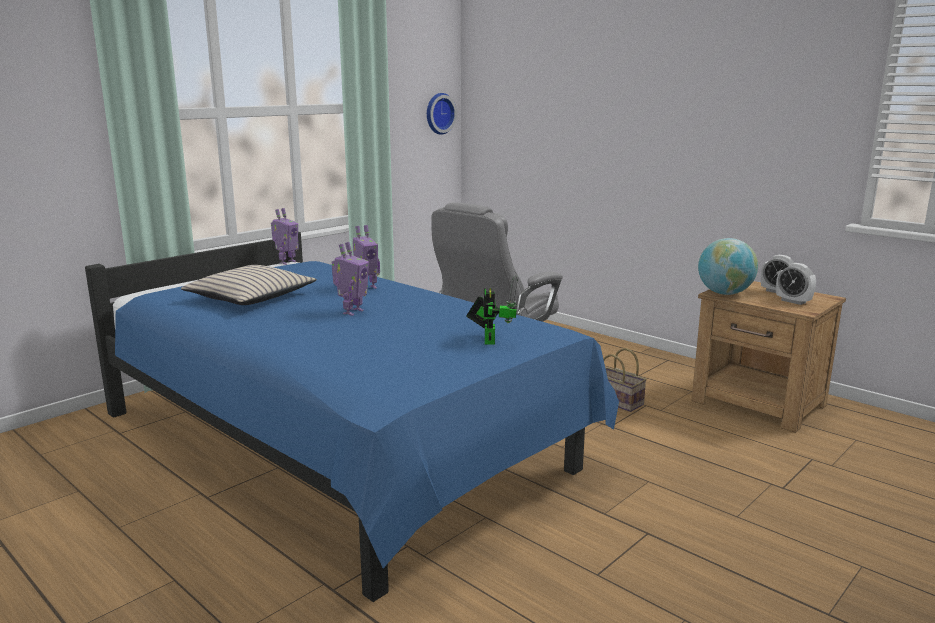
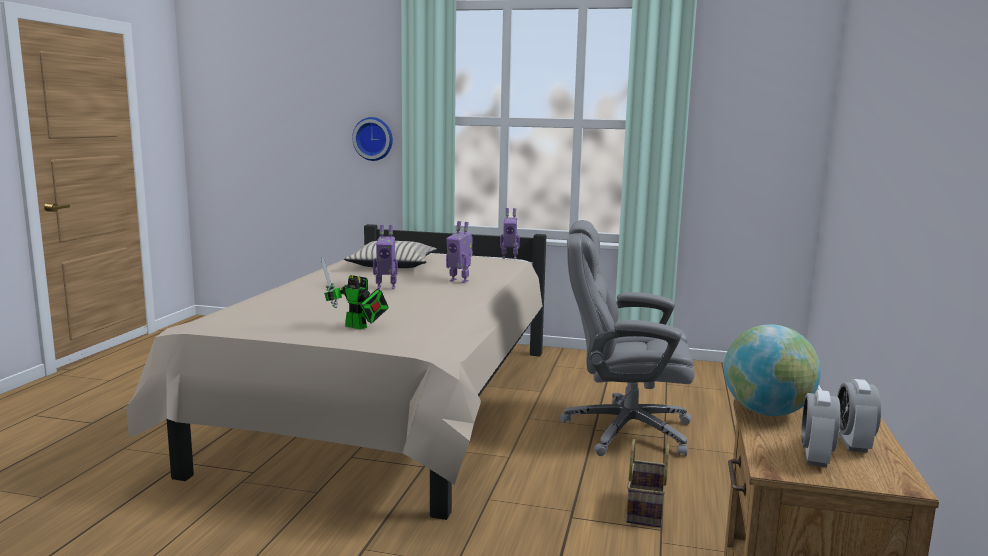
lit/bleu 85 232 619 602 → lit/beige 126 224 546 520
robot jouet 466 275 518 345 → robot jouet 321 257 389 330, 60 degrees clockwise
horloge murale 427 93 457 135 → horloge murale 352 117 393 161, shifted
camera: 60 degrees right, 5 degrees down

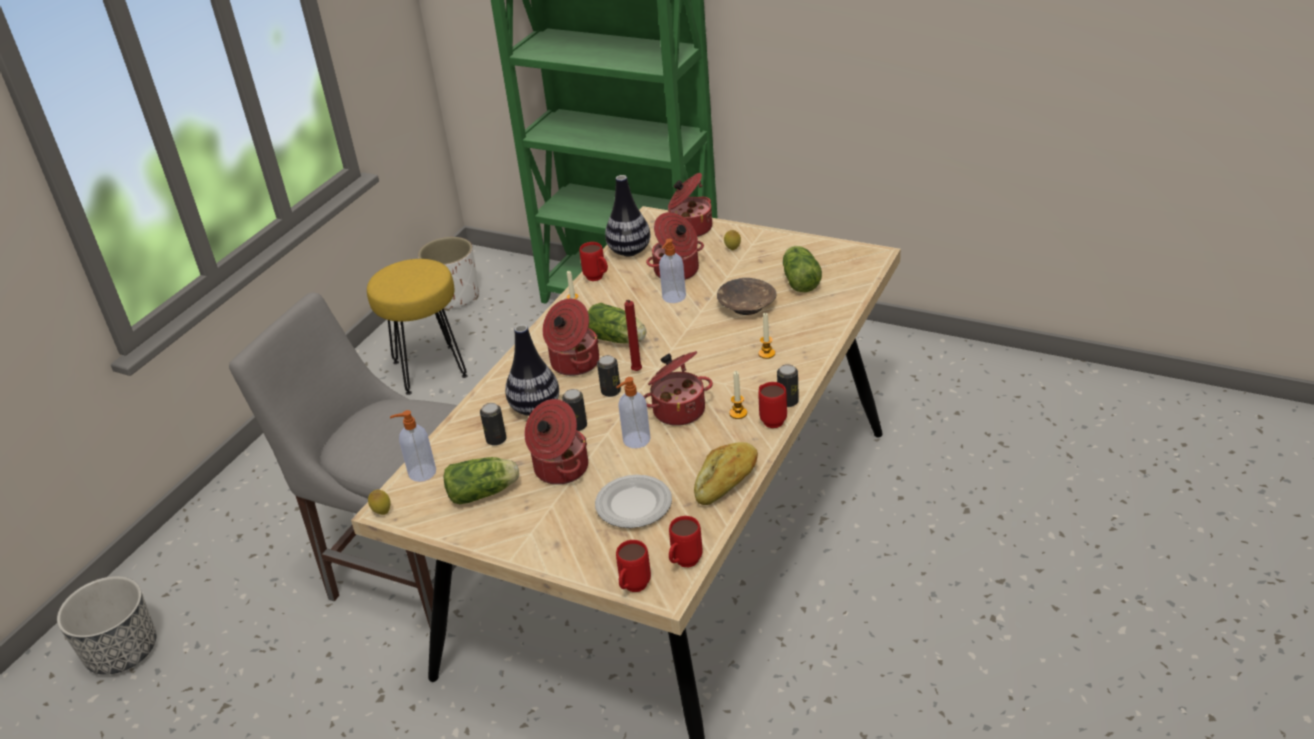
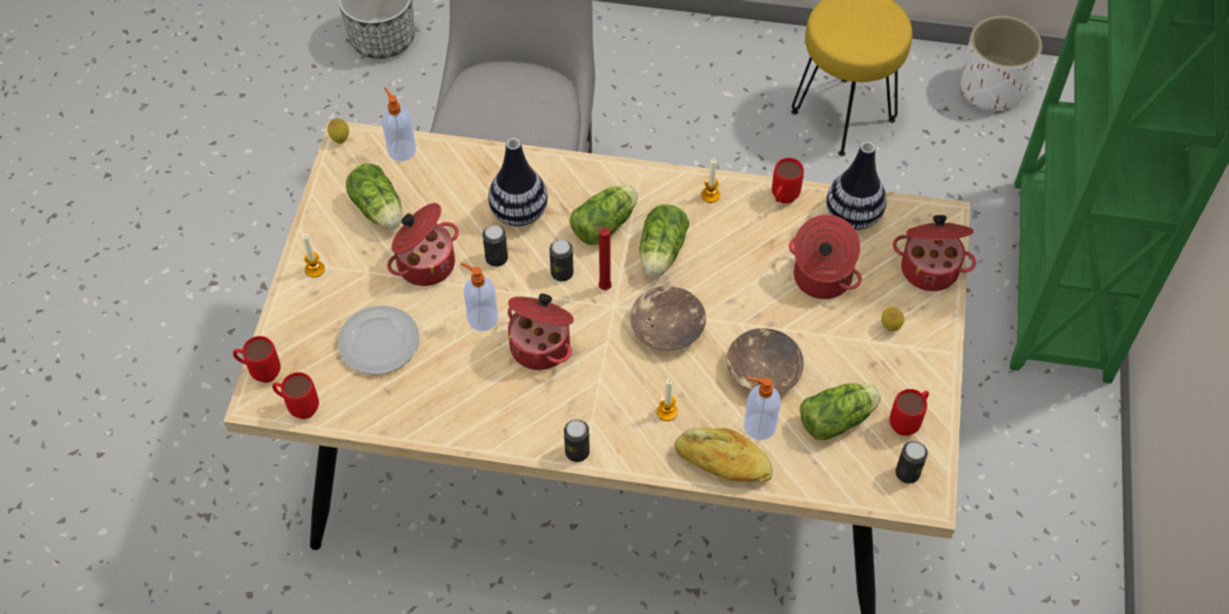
bougie 729 371 747 419 → bougie 303 234 325 278, shifted
marmite 543 299 599 376 → laitue 569 185 638 245
- → bol/marron 630 286 706 351
pain 694 442 758 505 → pain 674 428 773 482, shifted
distributeur de savon 659 239 686 303 → distributeur de savon 744 377 781 440, shifted
mug/rouge 758 382 787 428 → mug/rouge 889 389 929 436, shifted
boîte métallique 480 403 507 446 → boîte métallique 895 441 928 484, shifted
camera: 70 degrees right, 20 degrees up

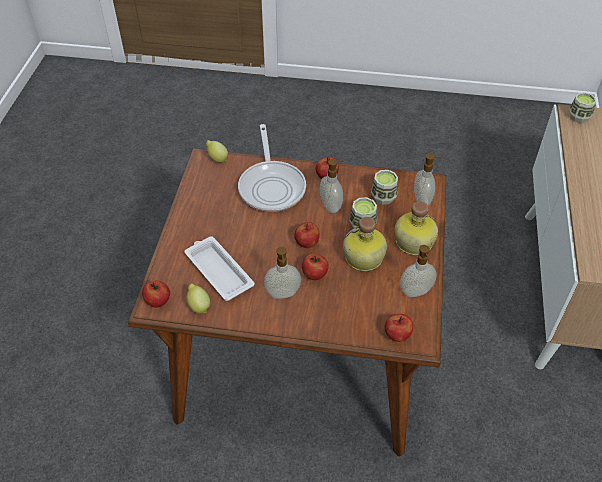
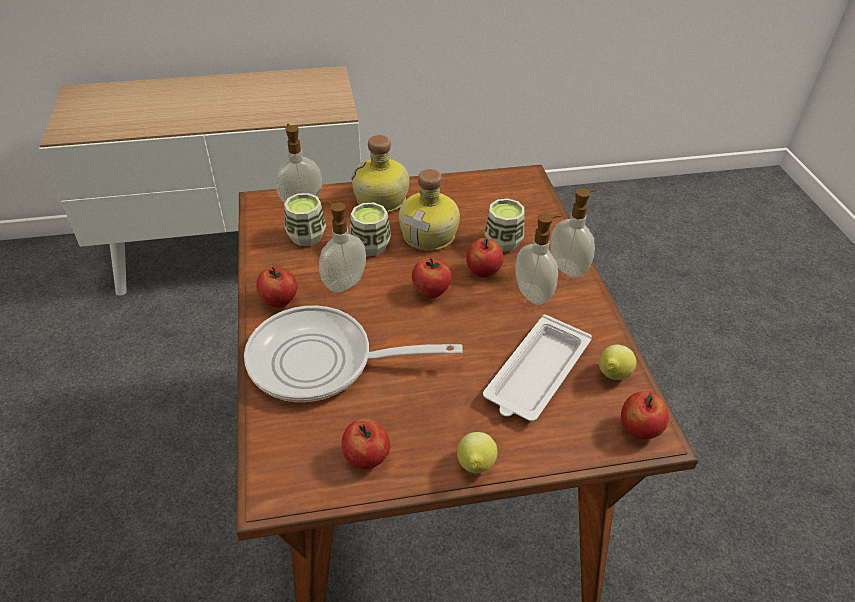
poêle 238 124 306 212 → poêle 244 306 463 402, 150 degrees counterclockwise
pomme 385 314 413 342 → pomme 342 419 391 469, shifted
citron 206 140 228 163 → citron 457 432 497 474, shifted
tasse 569 92 596 123 → tasse 484 198 525 252, shifted
distributeur de savon 400 245 437 297 → distributeur de savon 550 188 597 278, shifted
camera: 110 degrees left, 5 degrees down

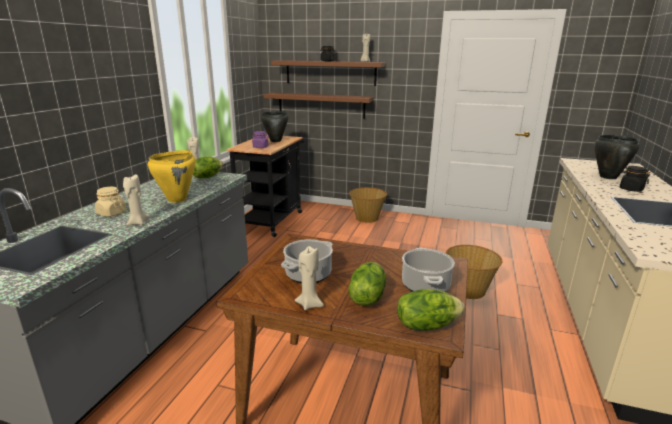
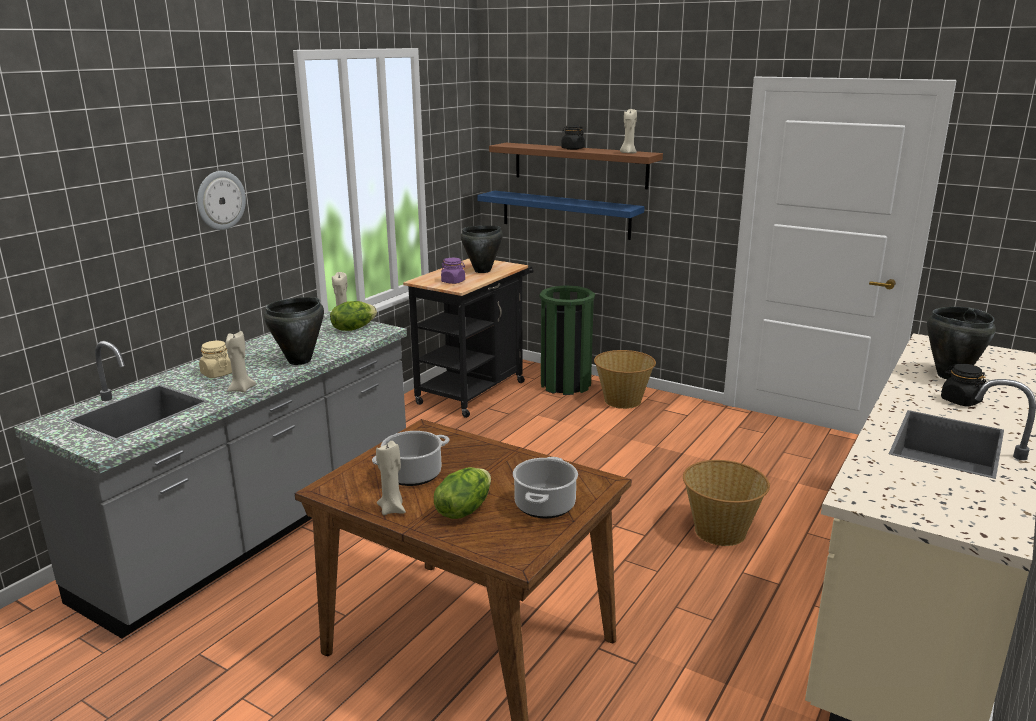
- → horloge murale 197 171 246 230
marmite/jaune 147 150 196 203 → marmite/noir 264 297 324 365
étagère/marron 264 92 374 119 → étagère/bleu 477 191 645 240
- → poubelle/vert 539 285 595 395
laitue 397 289 465 331 → -
camera: 15 degrees right, 0 degrees up

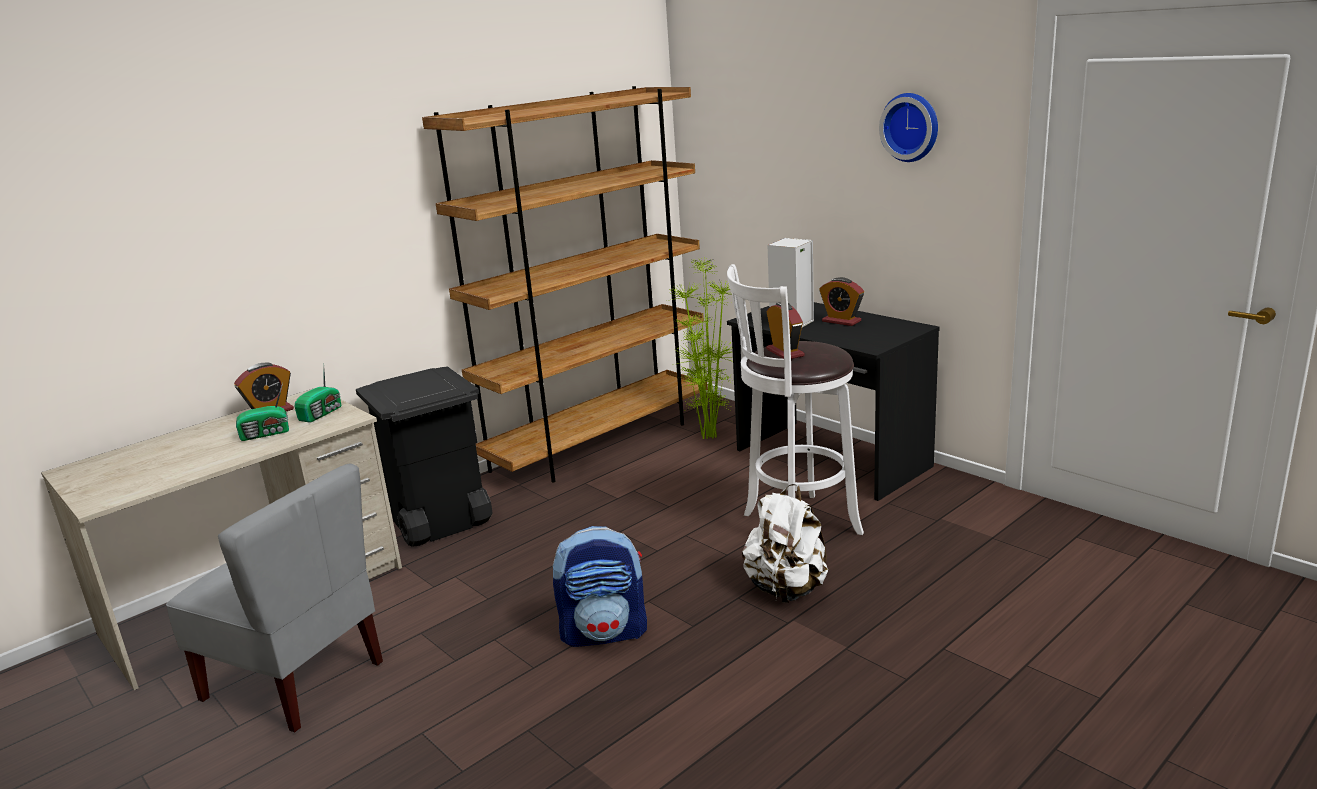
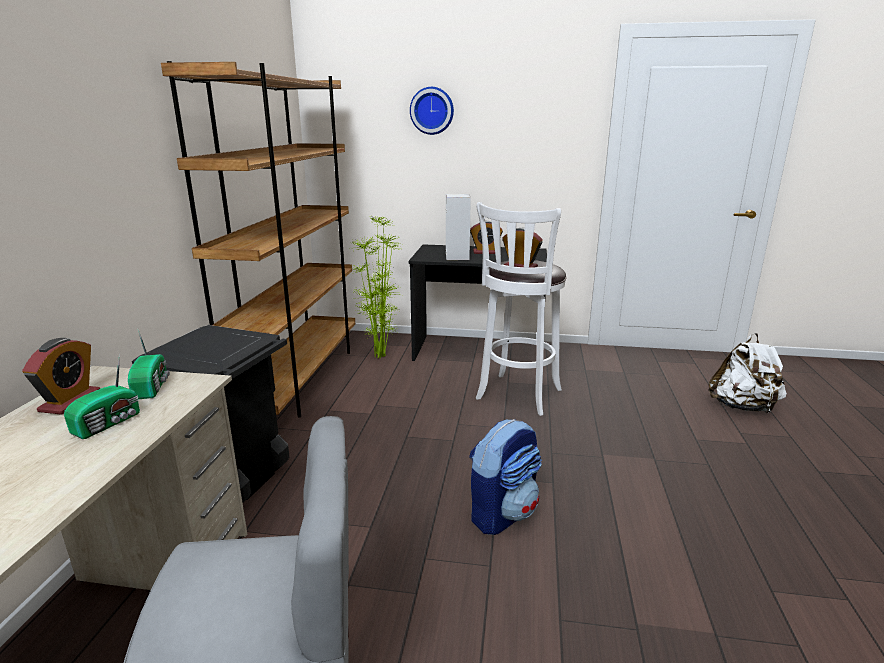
horloge murale 879 93 938 162 → horloge murale 410 87 454 135, shifted
sac à dos/blanc 742 484 828 603 → sac à dos/blanc 709 333 787 413, shifted
camera: 40 degrees left, 0 degrees up

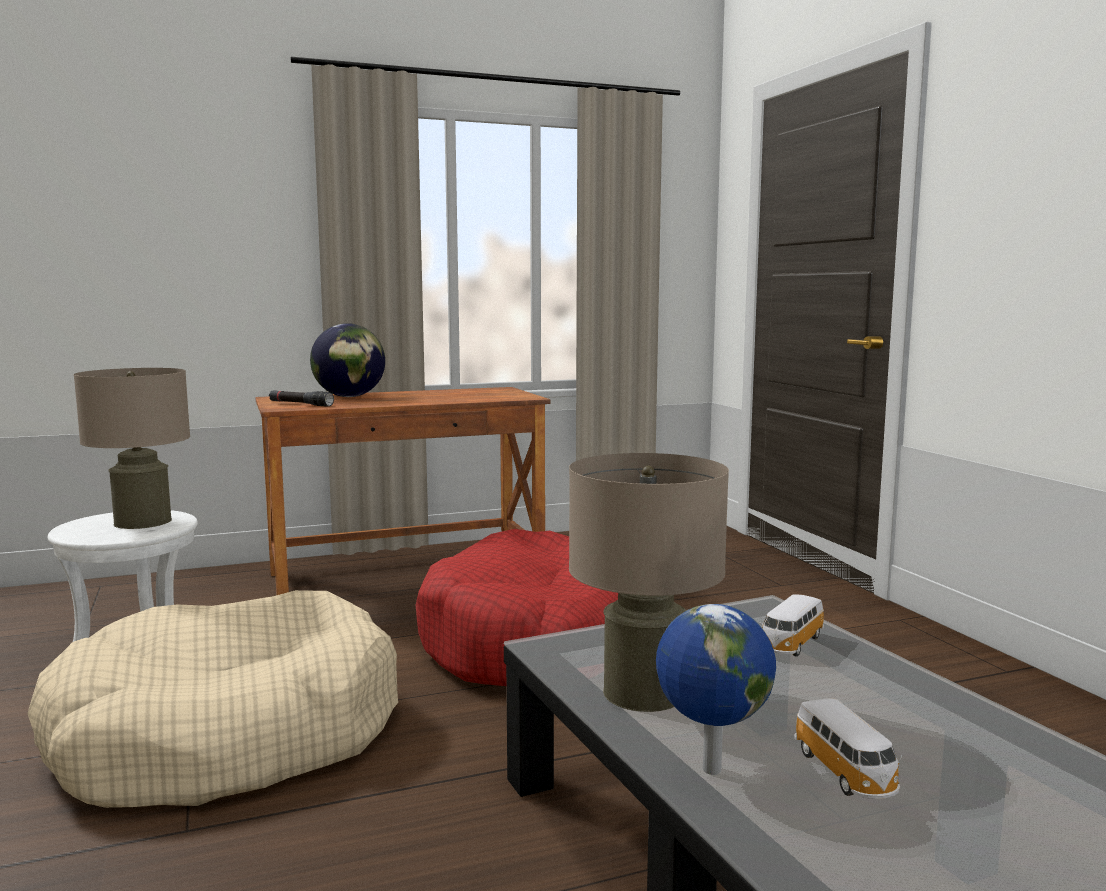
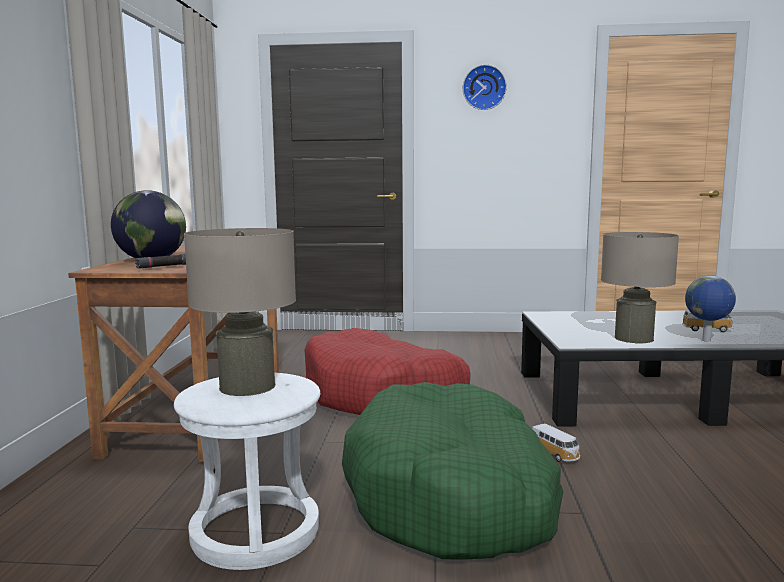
panier pour chien/beige 27 590 398 808 → panier pour chien/vert 342 382 563 559
- → horloge murale 463 65 507 110
petite voiture 760 594 824 657 → petite voiture 532 424 580 462, shifted
camera: 65 degrees left, 0 degrees up

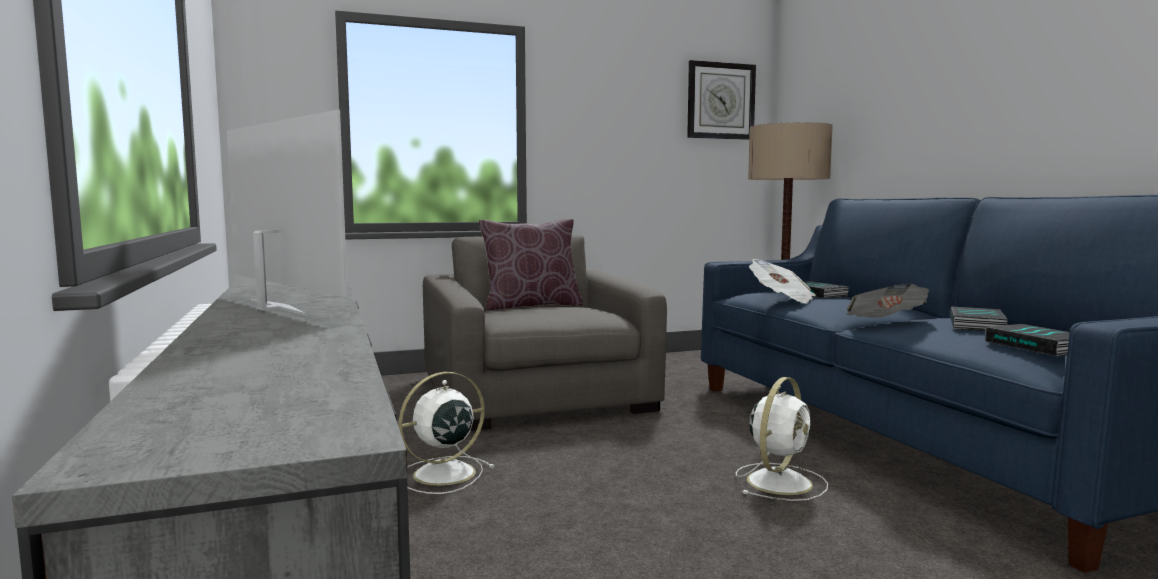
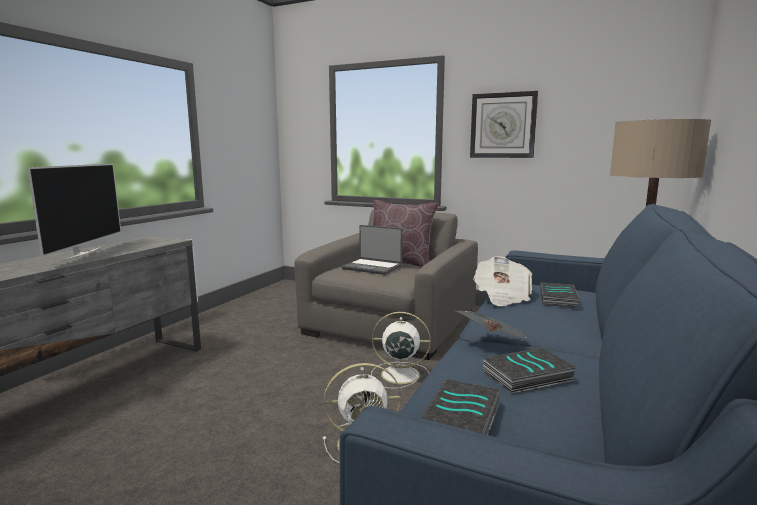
- → ordinateur portable 342 225 402 275
ventilateur/blanc 399 372 495 494 → ventilateur/blanc 371 312 431 389, shifted
horloge murale 687 60 756 140 → horloge murale 470 91 538 158, shifted
camera: 45 degrees right, 5 degrees up

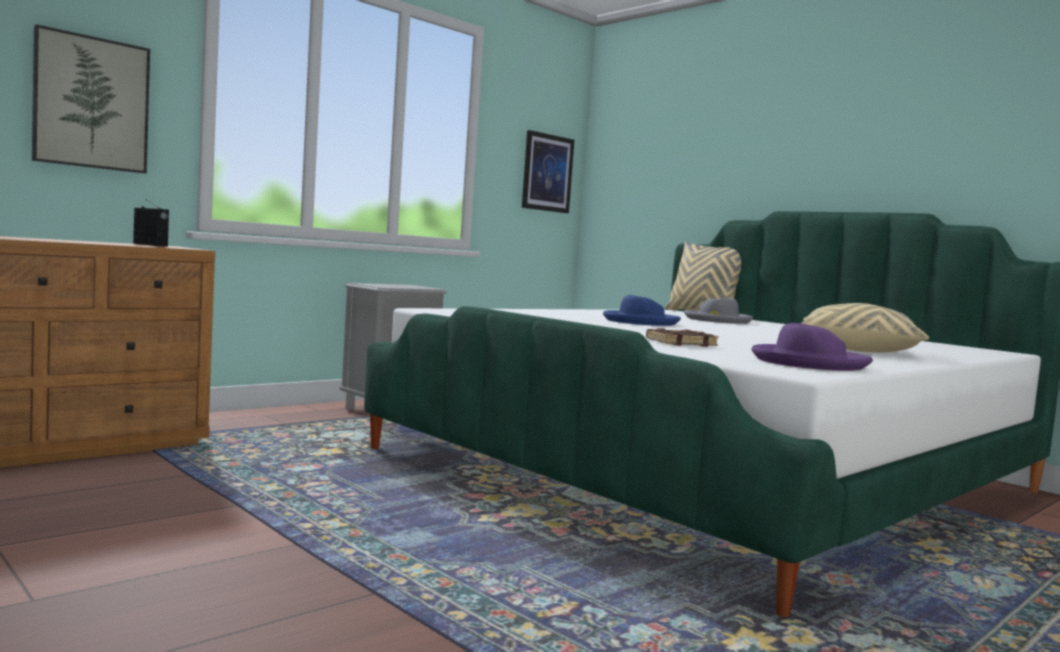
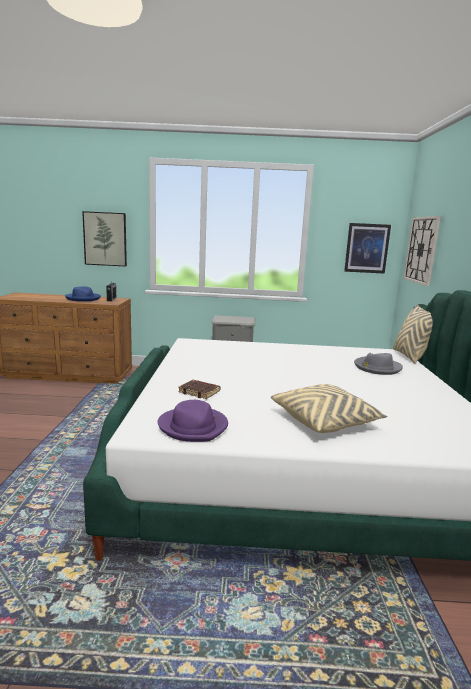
chapeau/bleu 603 295 681 326 → chapeau/bleu 65 286 101 301, shifted
- → horloge murale 403 216 441 286
camera: 45 degrees right, 10 degrees up

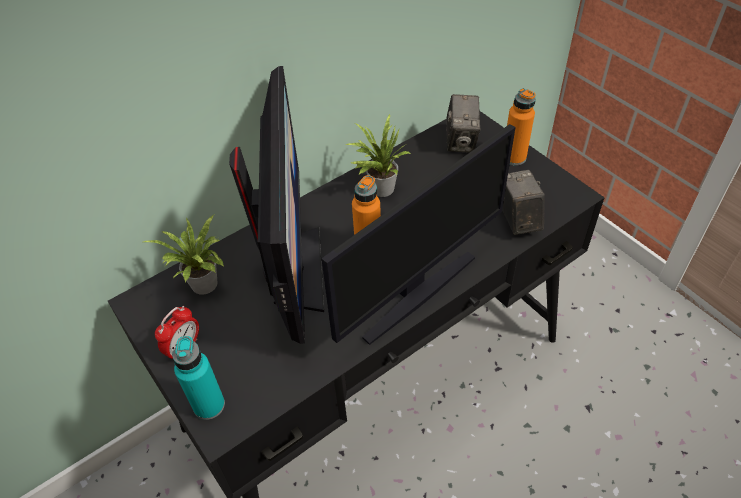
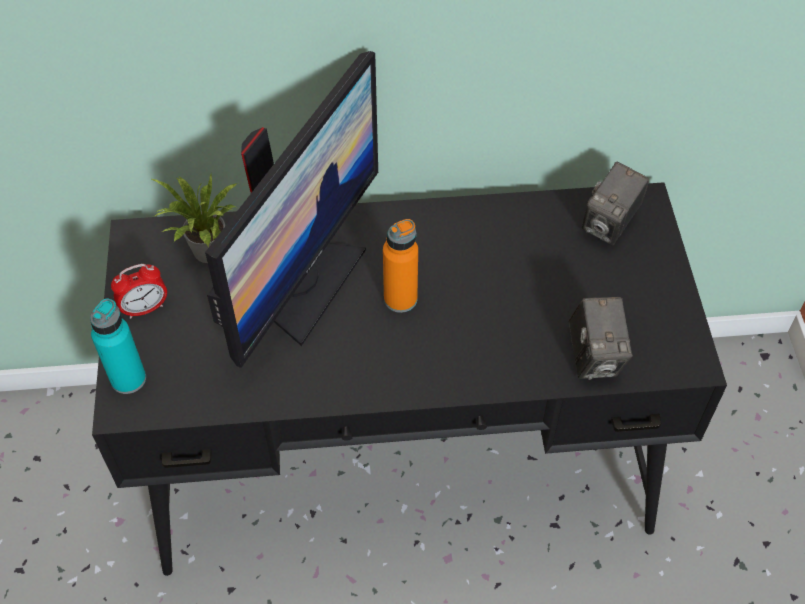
appareil photo 502 170 545 235 → appareil photo 569 297 633 380, 150 degrees clockwise
écran d'ordinateur 321 124 515 345 → -
plante en pot 345 114 411 197 → -
bouteille/orange 507 88 536 165 → -
camera: 30 degrees right, 5 degrees up

